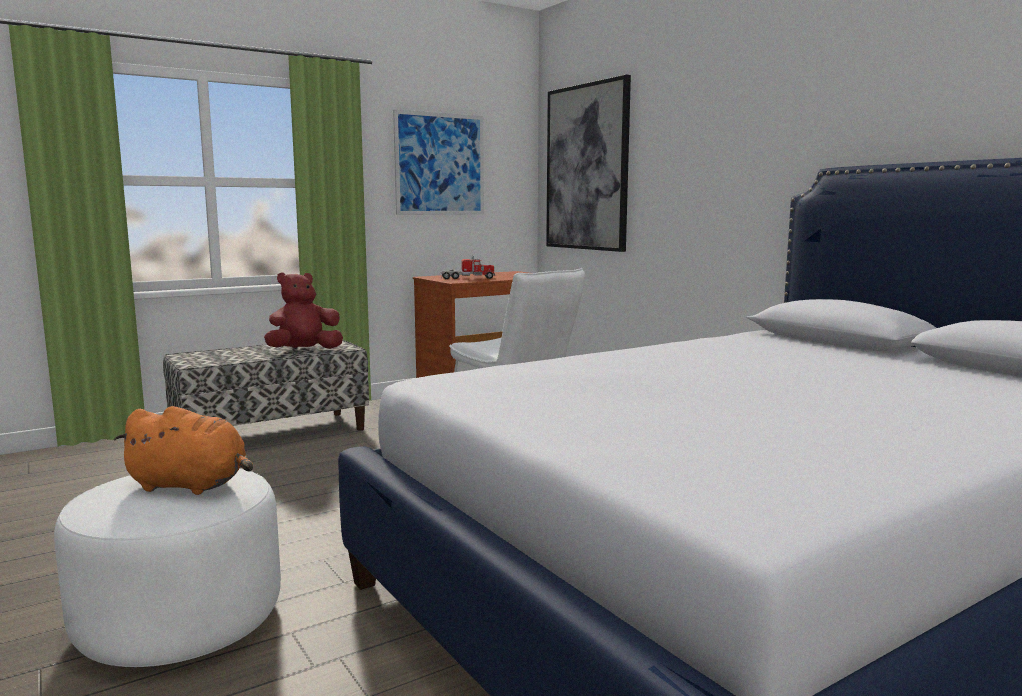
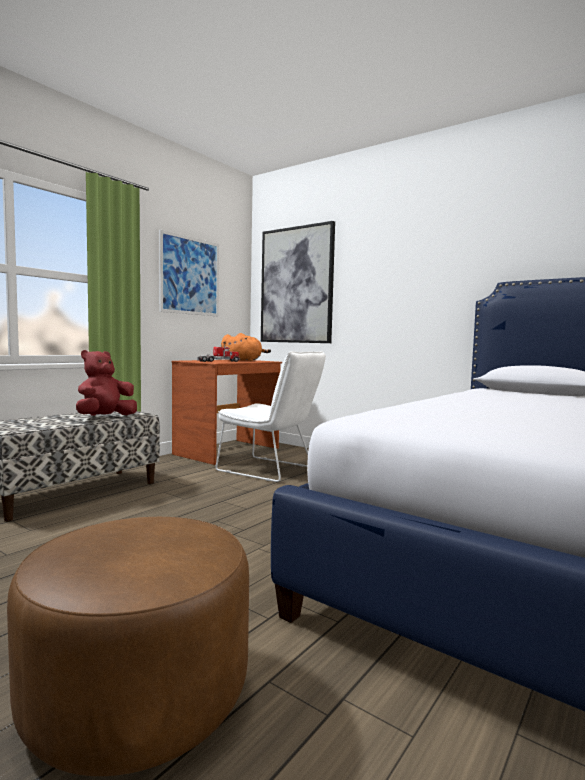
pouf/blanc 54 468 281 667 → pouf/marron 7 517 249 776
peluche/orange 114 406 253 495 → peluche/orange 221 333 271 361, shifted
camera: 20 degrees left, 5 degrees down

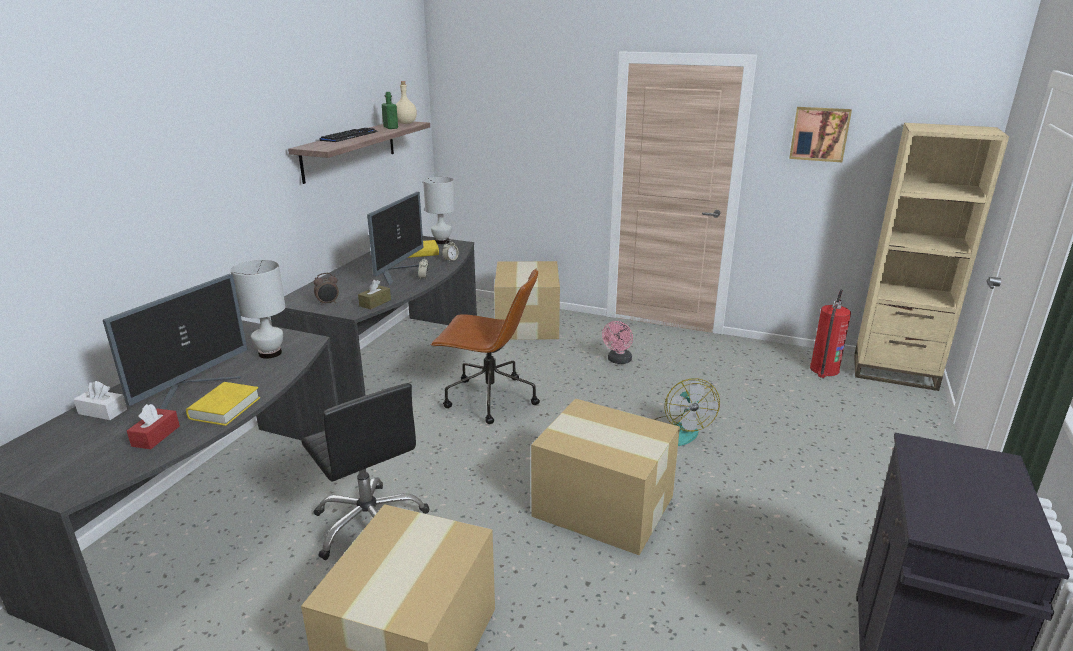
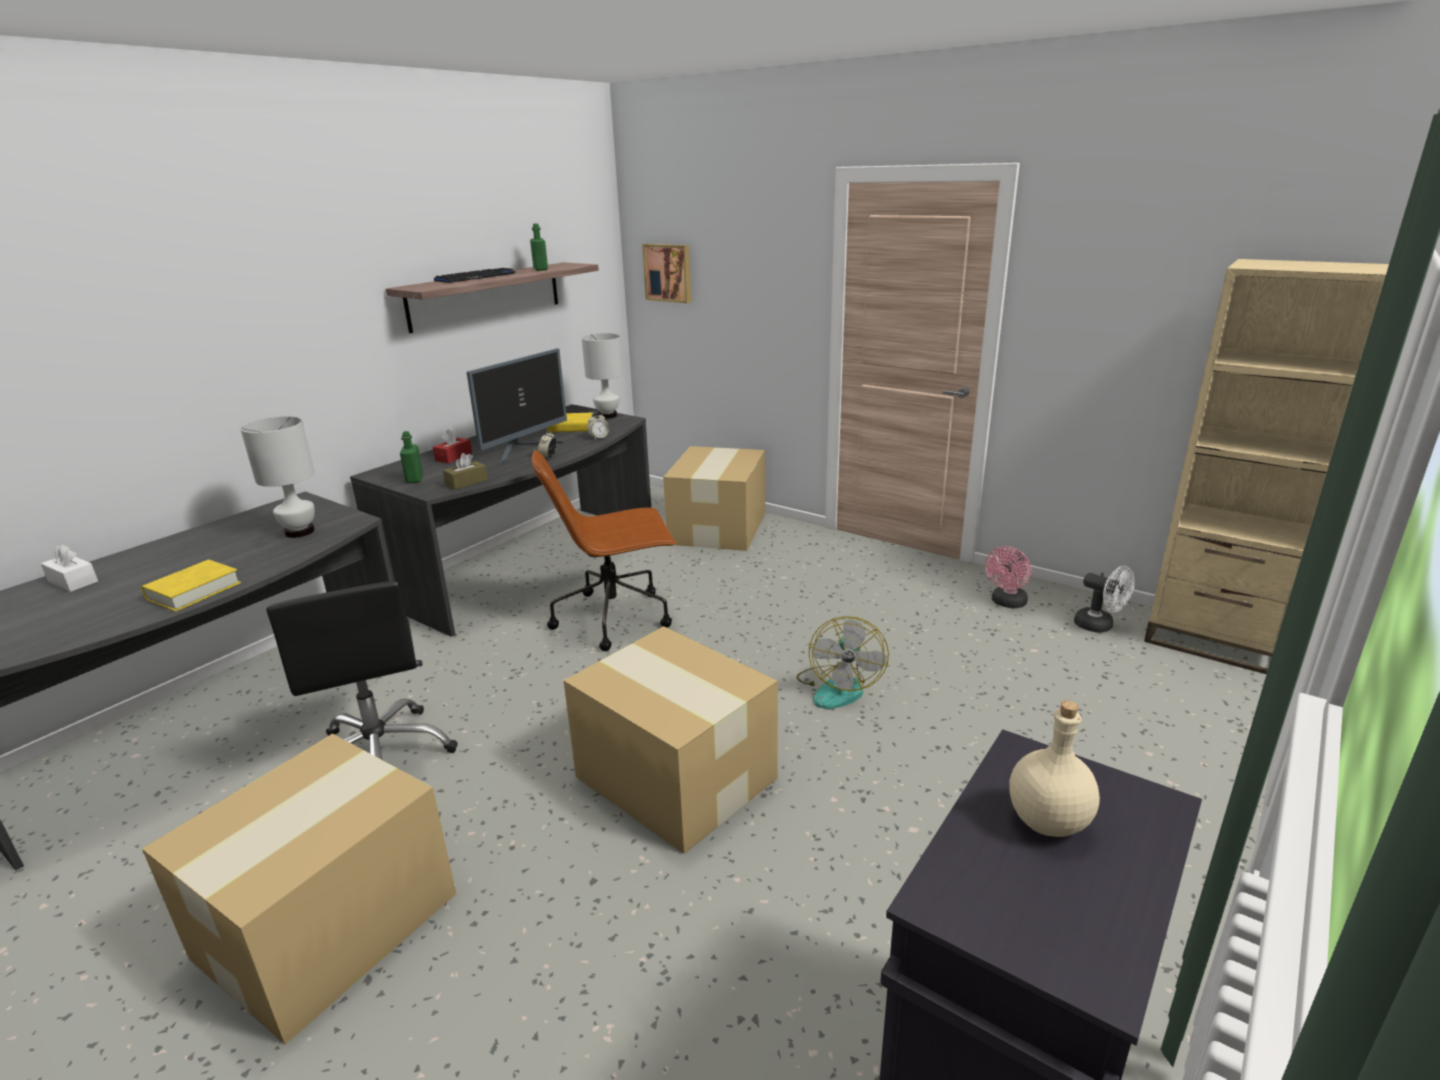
réveil 314 273 339 305 → bouteille/vert 400 431 423 483
boîte à mouchoirs/rouge 127 404 180 449 → boîte à mouchoirs/rouge 433 429 472 464, shifted
chaise de bureau/marron 430 269 540 424 → chaise de bureau/marron 531 450 677 651, 135 degrees clockwise
tableau 789 107 852 162 → tableau 642 244 691 303, shifted
ventilateur/rose 602 321 633 364 → ventilateur/rose 985 546 1031 608, shifted
bouteille/beige 396 81 417 124 → bouteille/beige 1009 701 1100 837, shifted
extincteur 810 290 851 378 → ventilateur/blanc 1074 566 1135 633
écran d'ordinateur 103 274 247 409 → -
camera: 15 degrees right, 0 degrees up

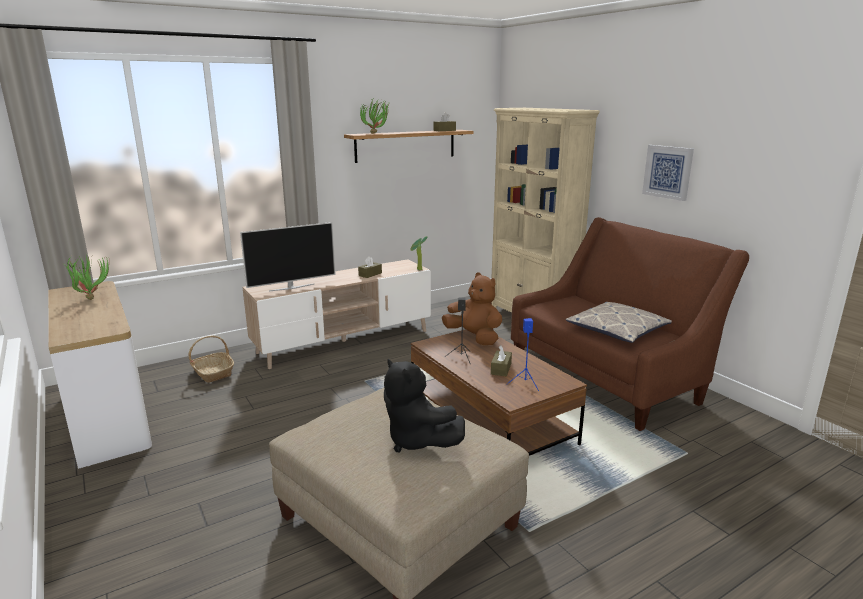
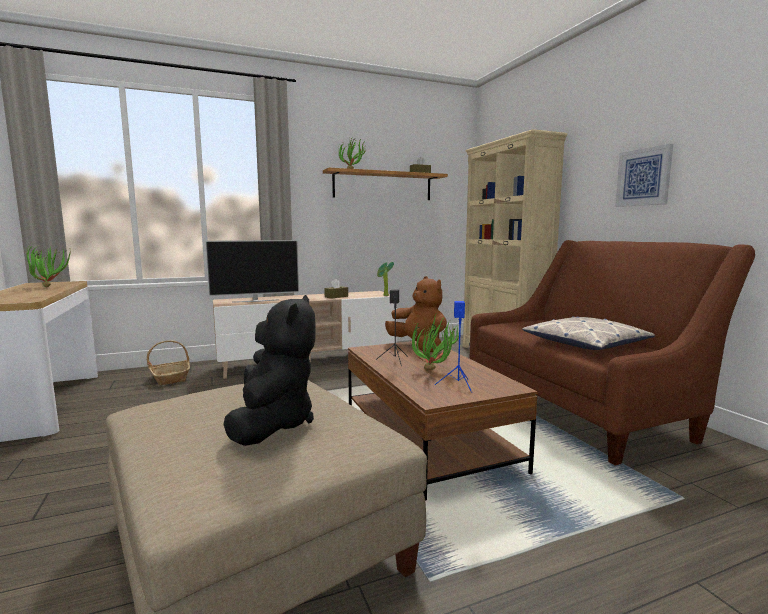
peluche/noir 384 359 465 452 → peluche/noir 223 295 316 446, 150 degrees counterclockwise
boîte à mouchoirs/marron 491 345 512 377 → plante en pot 410 314 459 370
camera: 10 degrees right, 10 degrees down

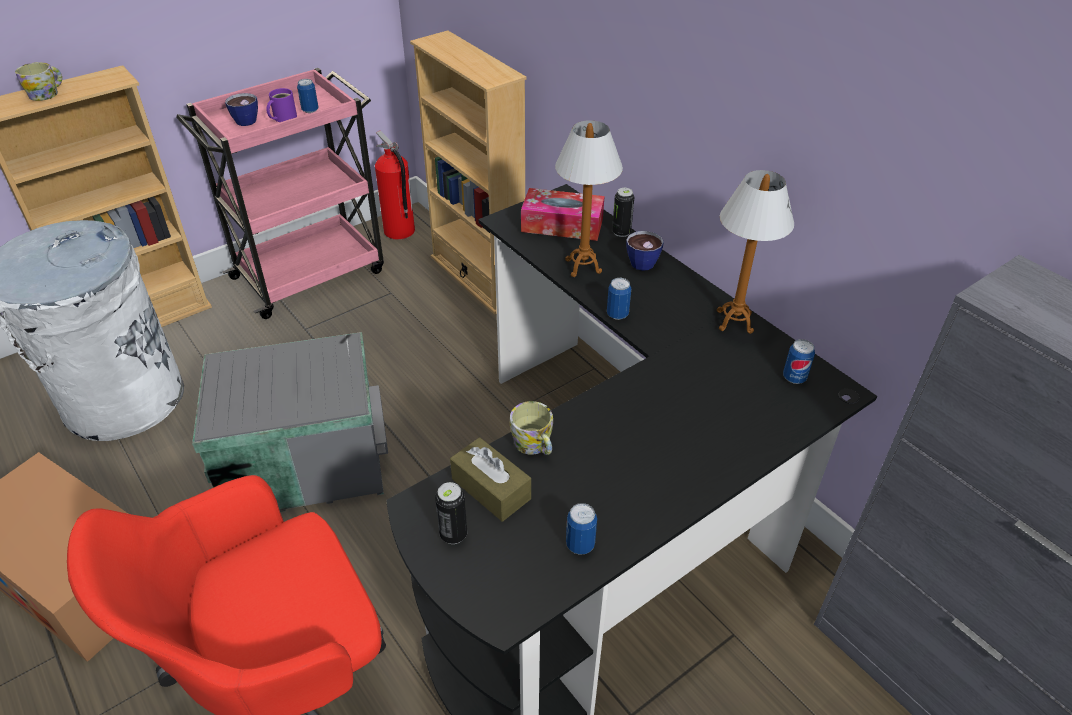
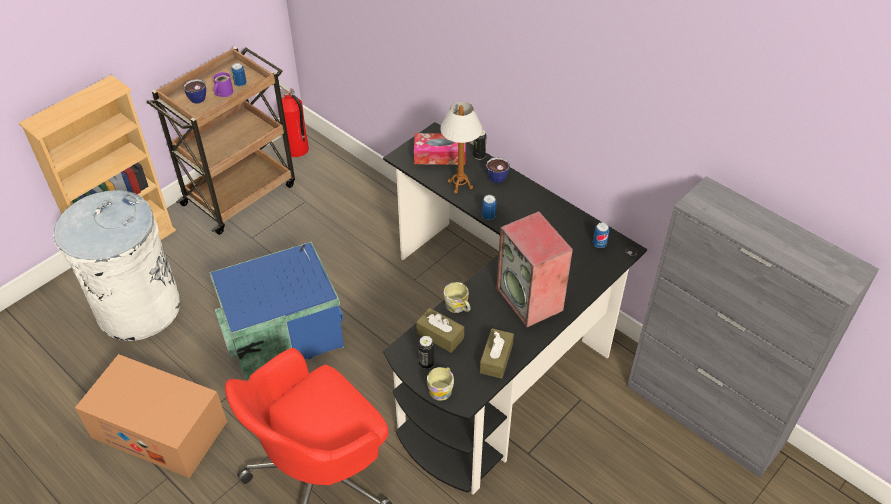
chariot/rose 176 68 384 319 → chariot/marron 147 47 295 235
boîte de rangement/gris 192 332 388 512 → boîte de rangement/bleu 209 242 344 380
mug 15 62 62 101 → mug 427 367 454 401, shifted
boîte métallique 566 503 597 555 → boîte à mouchoirs/marron 480 328 514 379
- → enceinte 496 211 573 328
bibliothèque/beige 410 30 526 315 → -
lampe de table 717 170 794 334 → -
camera: 10 degrees left, 5 degrees up

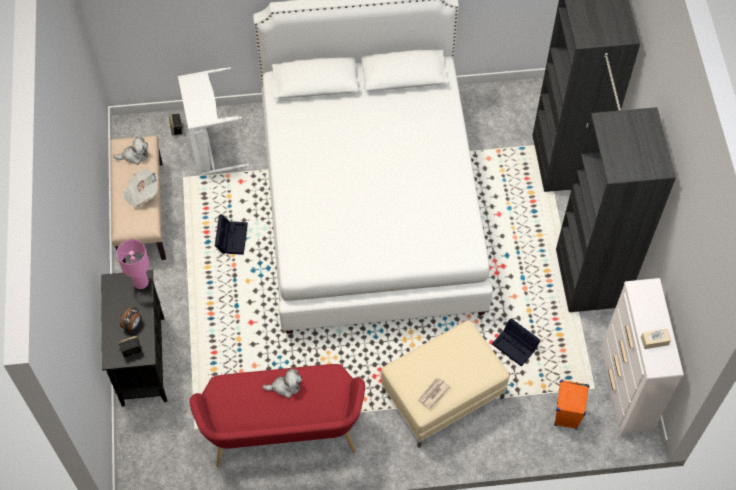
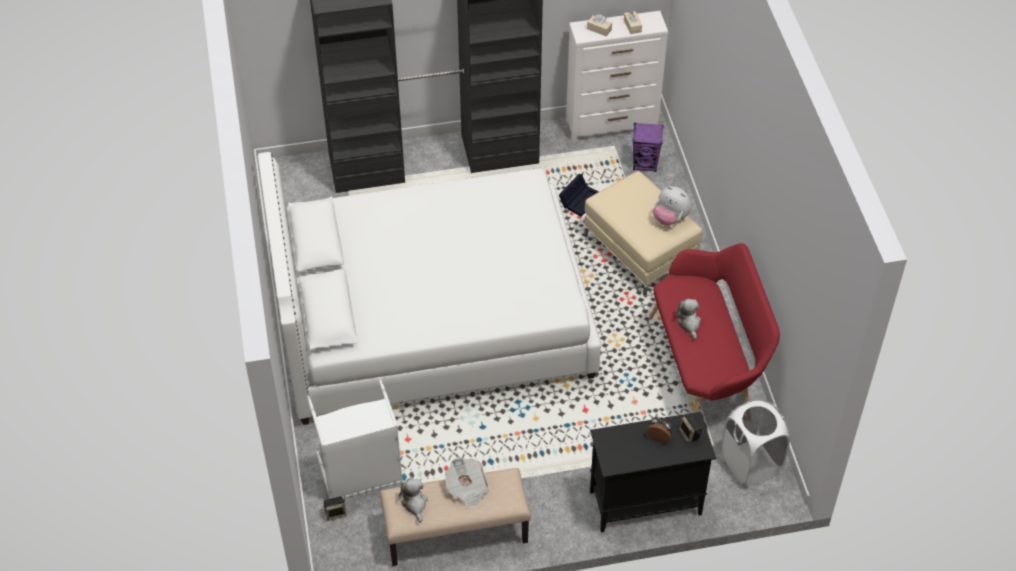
- → boîte à mouchoirs/beige 587 14 612 36
enceinte/orange 554 380 589 430 → enceinte/violet 632 122 664 172
journal 418 378 451 409 → peluche 653 186 692 226
- → panier à linge/blanc 722 399 790 486
lampe de table/rose 117 239 149 289 → -
boîte de rangement/noir 215 215 248 255 → -
camera: 95 degrees left, 10 degrees down

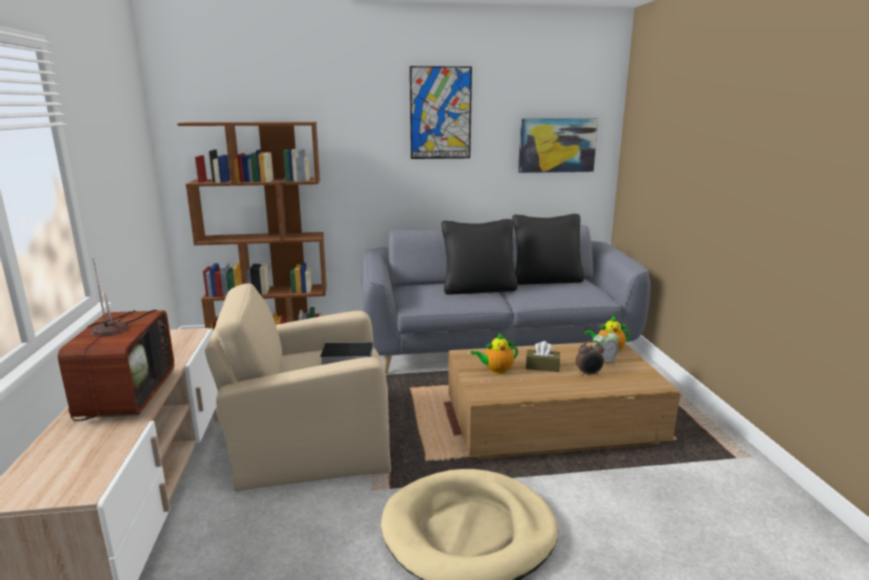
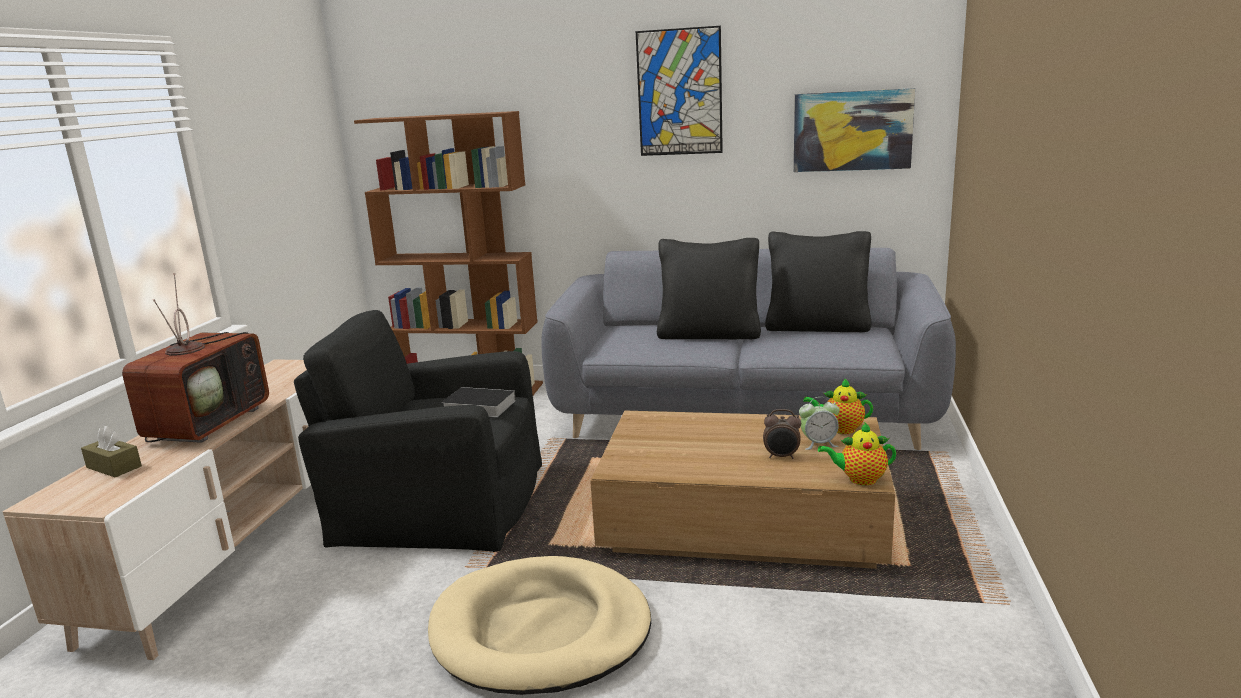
boîte à mouchoirs/marron 526 341 560 372 → boîte à mouchoirs/marron 81 426 142 477, shifted
fauteuil/beige 205 283 391 492 → fauteuil/noir 294 310 542 552
théière 471 333 518 374 → théière 818 422 896 485, shifted
camera: 20 degrees right, 0 degrees up

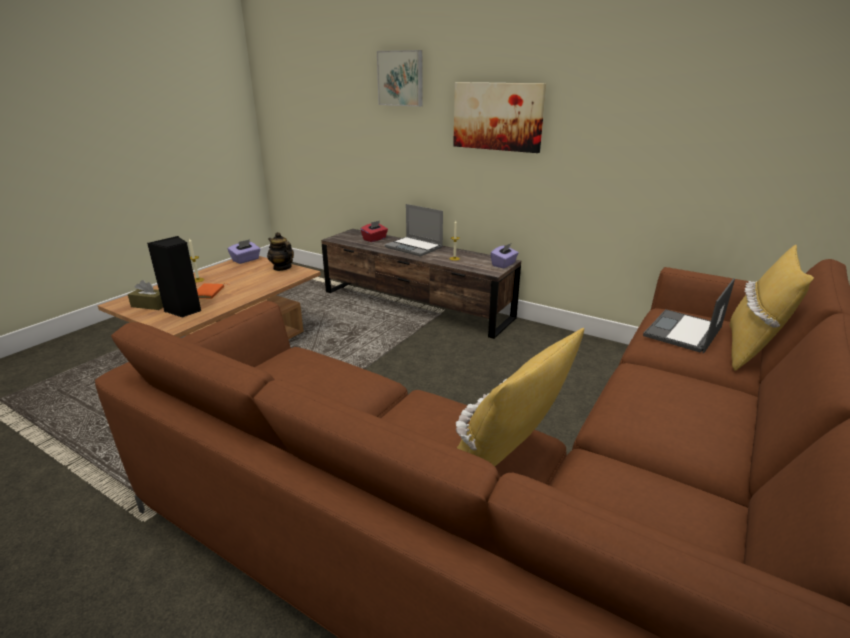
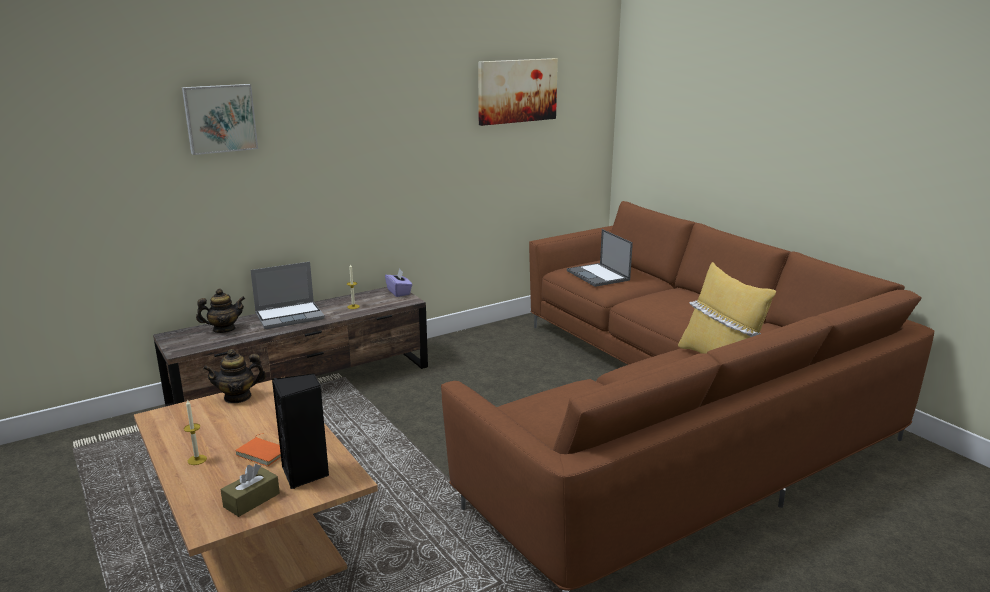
boîte à mouchoirs/rouge 361 221 388 242 → théière 196 288 245 333
tableau 453 82 546 153 → tableau 478 58 558 126, shifted
boîte à mouchoirs/violet 228 239 260 264 → -
coussin/jaune 730 245 814 371 → -
camera: 65 degrees left, 5 degrees down

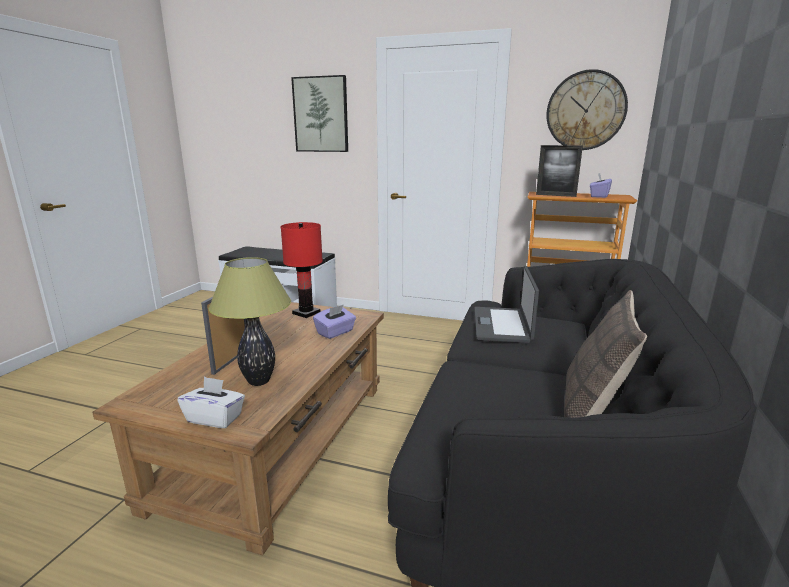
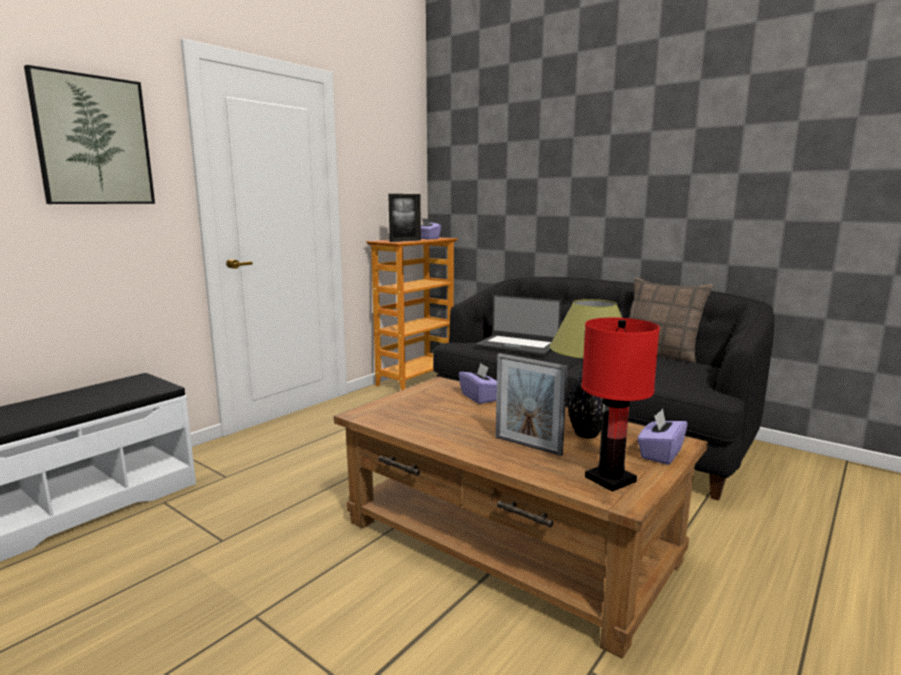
lampe de table/rouge 281 222 323 318 → lampe de table/rouge 581 318 660 492, shifted
boîte à mouchoirs/blanc 177 376 245 428 → boîte à mouchoirs/violet 637 409 688 465
horloge murale 547 69 628 150 → -
camera: 70 degrees left, 5 degrees down

